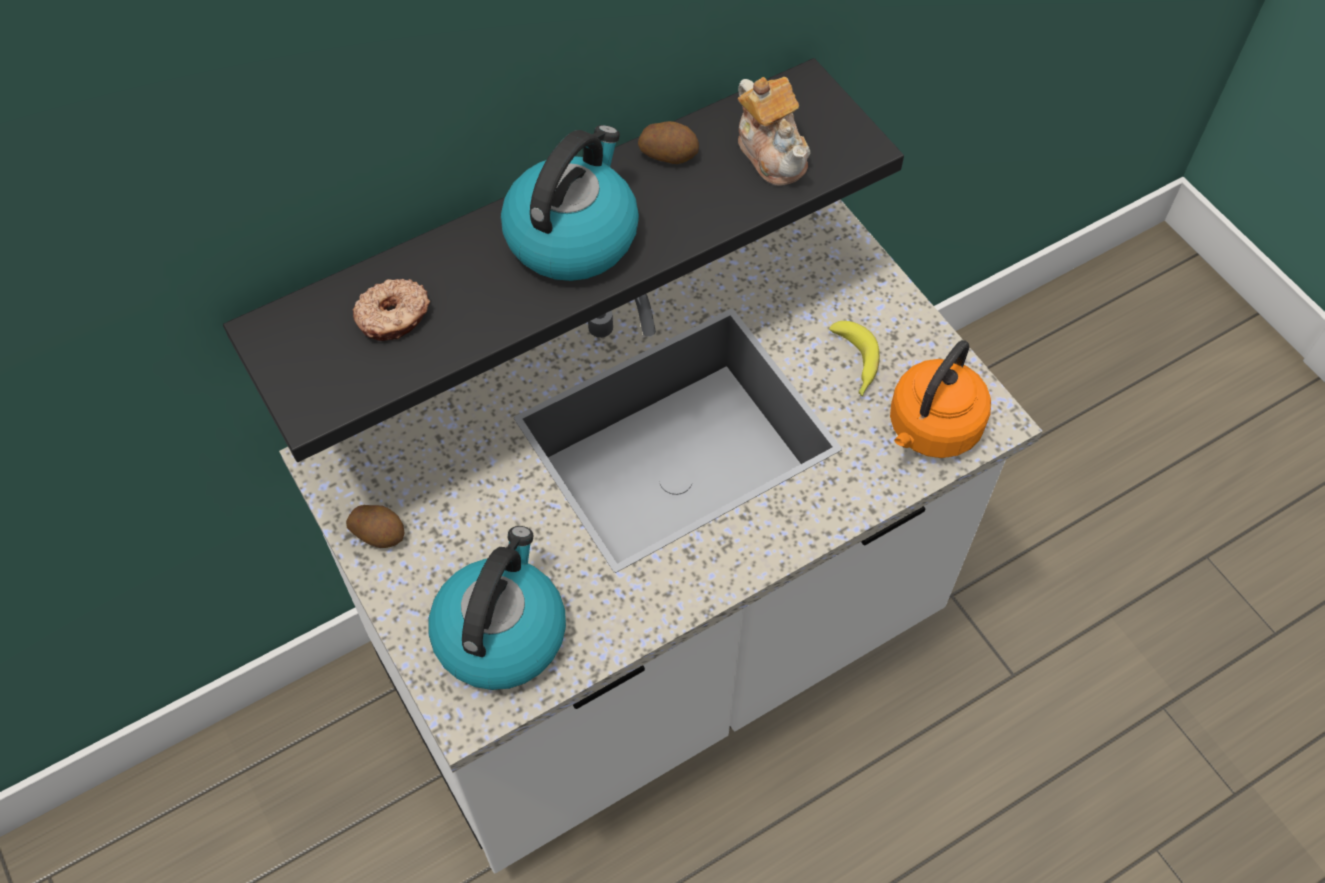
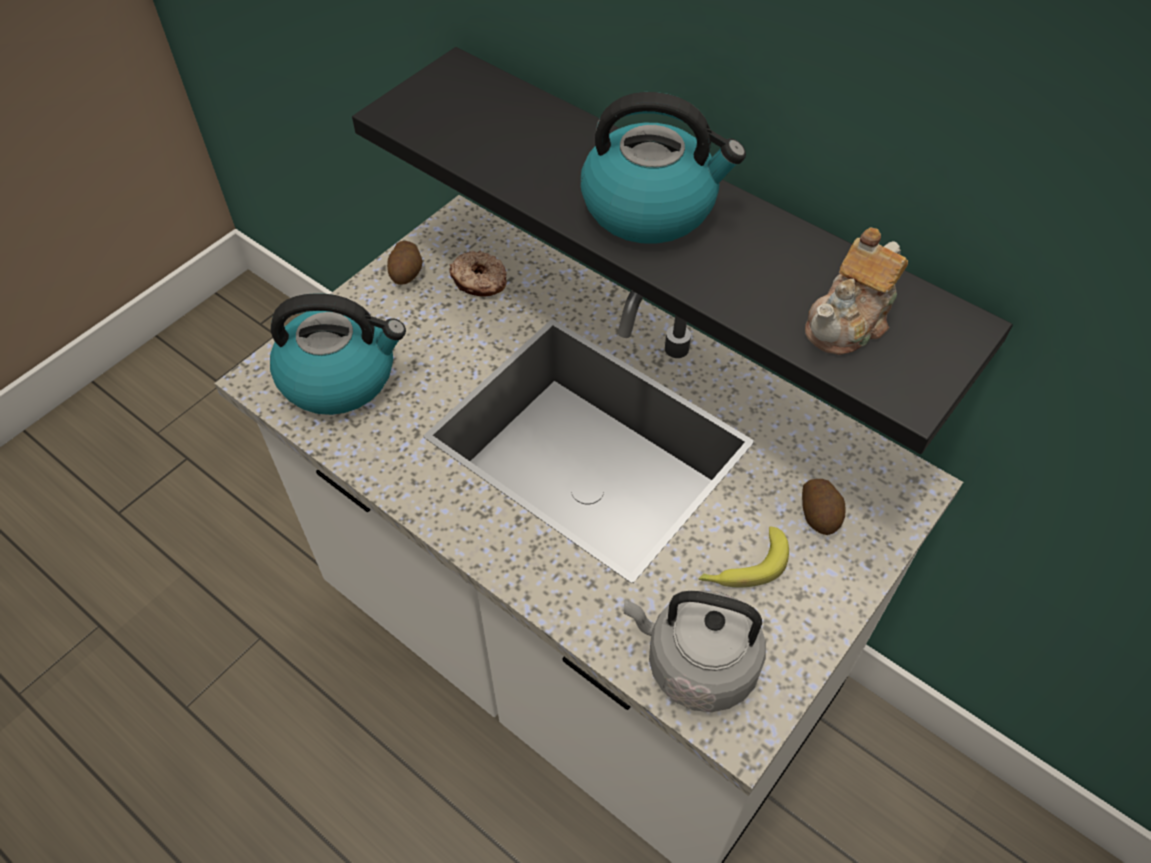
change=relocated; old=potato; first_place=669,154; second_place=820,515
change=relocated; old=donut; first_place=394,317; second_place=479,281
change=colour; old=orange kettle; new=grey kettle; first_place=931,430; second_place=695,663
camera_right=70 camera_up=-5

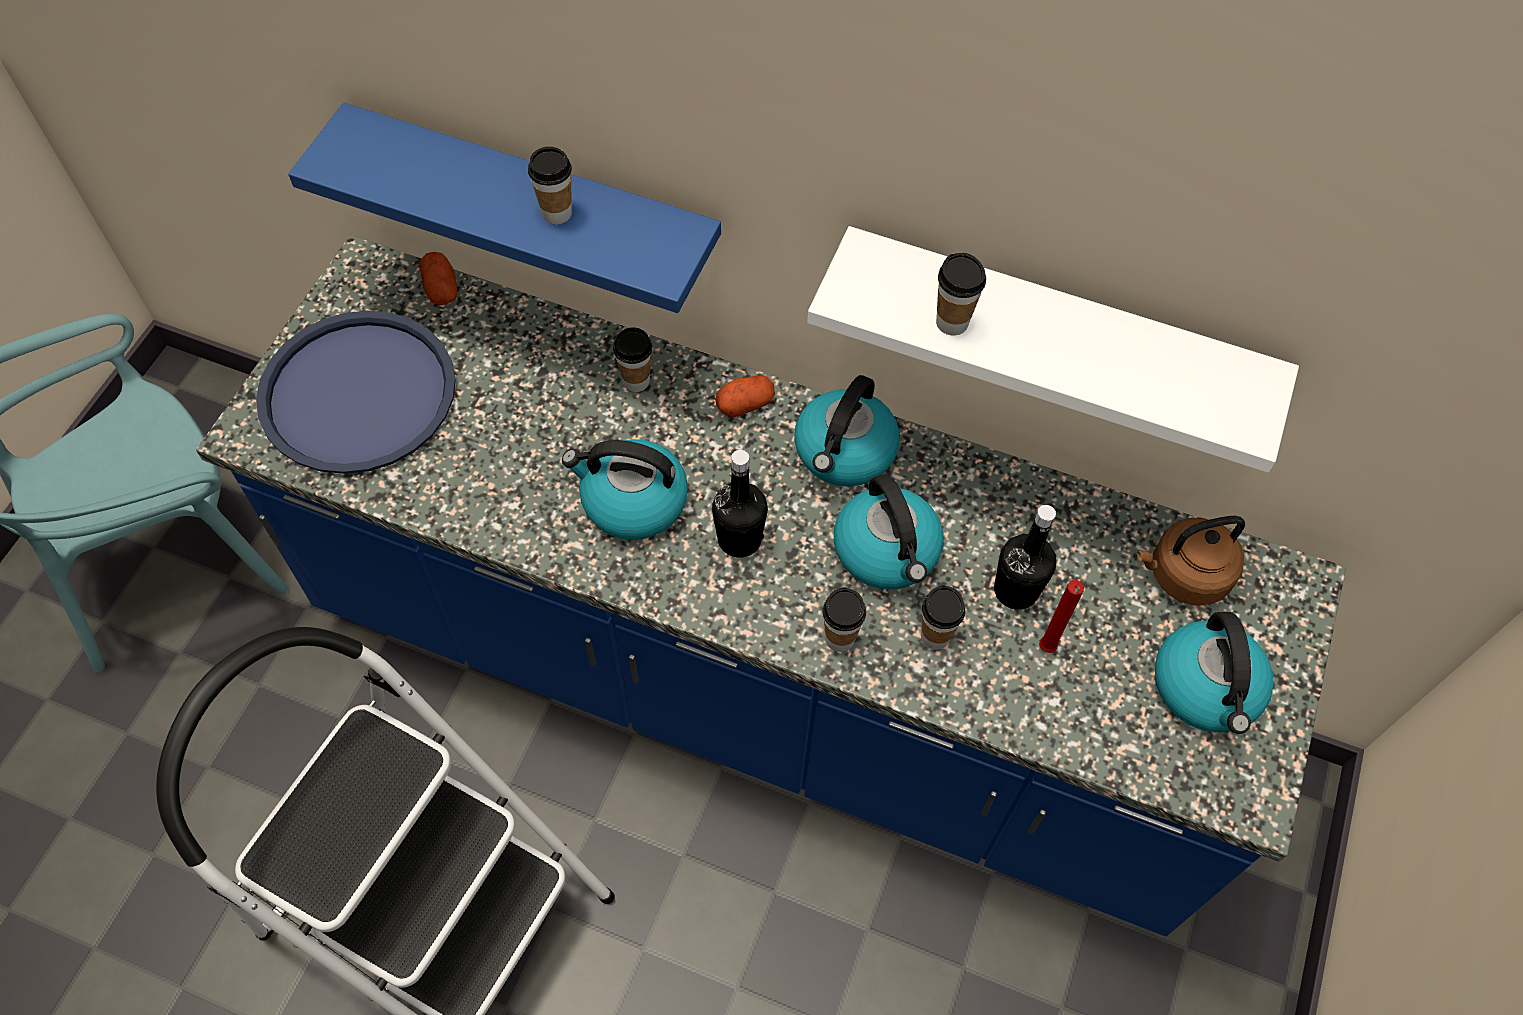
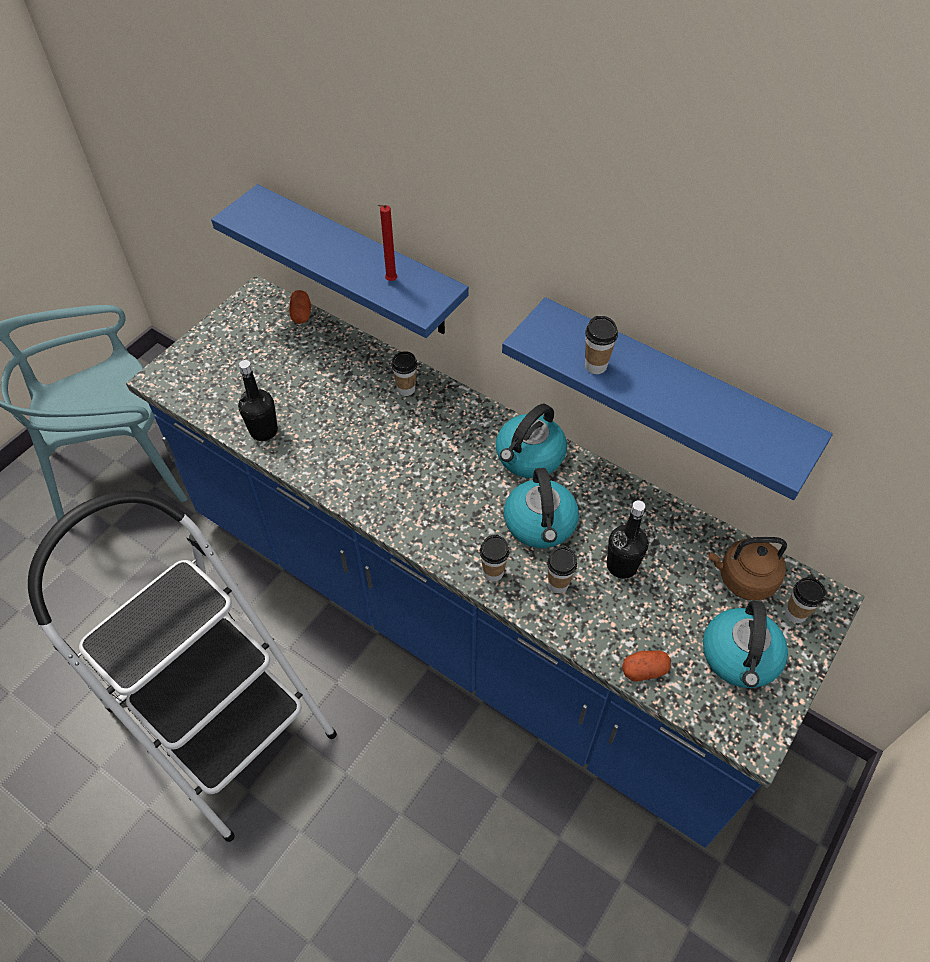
change=relocated; old=cup; first_place=557,213; second_place=795,613
change=colour; old=white shelf; new=blue shelf; first_place=1053,335; second_place=672,392
change=missing; old=blue tray; first_place=358,394
change=relocated; old=potato; first_place=745,404; second_place=644,670
change=missing; old=kettle; first_place=632,501
change=relocated; old=black bottle; first_place=739,539; second_place=263,431
change=relocated; old=red candle; first_place=1045,650; second_place=390,281
camera_right=15 camera_up=-5

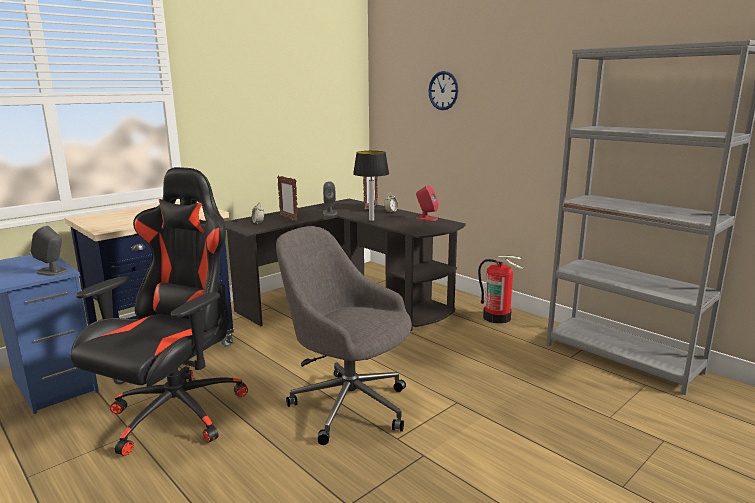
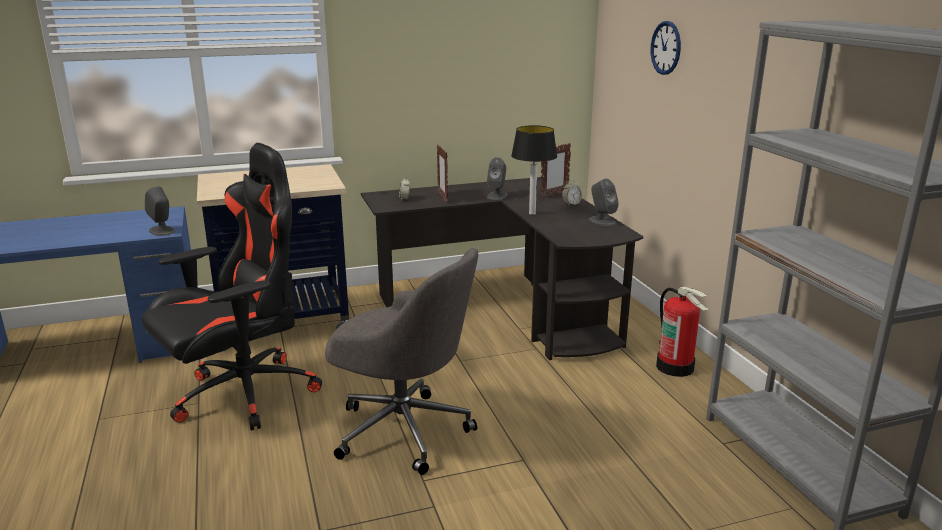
change=colour; old=red speaker; new=grey speaker; first_place=426,218; second_place=602,221
change=spun; old=grey office chair; first_place=348,406; second_place=404,431; degrees=150
camera_right=25 camera_up=5

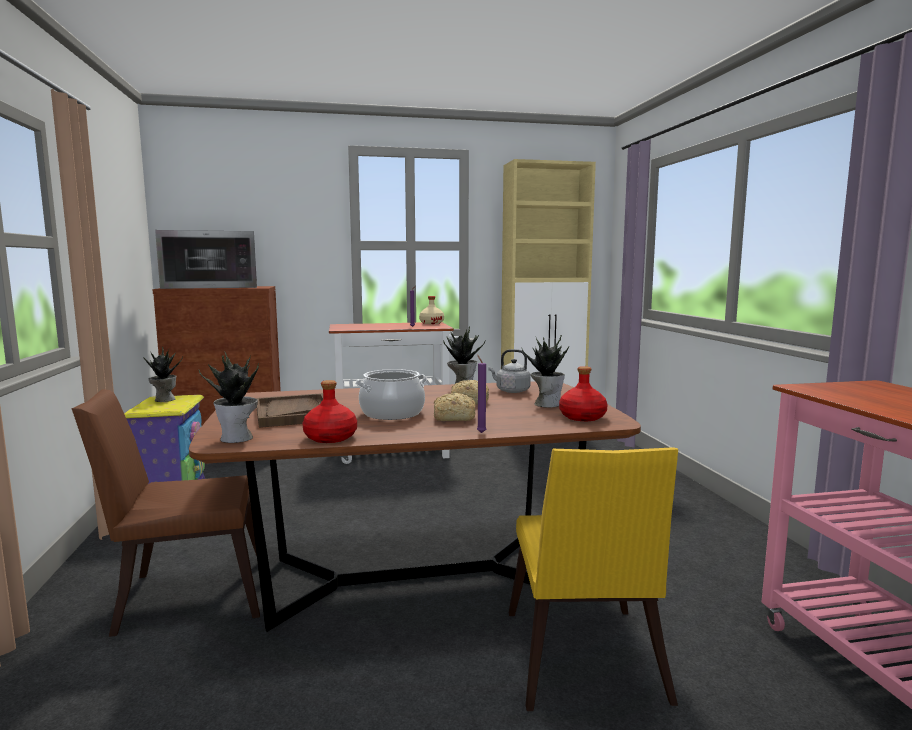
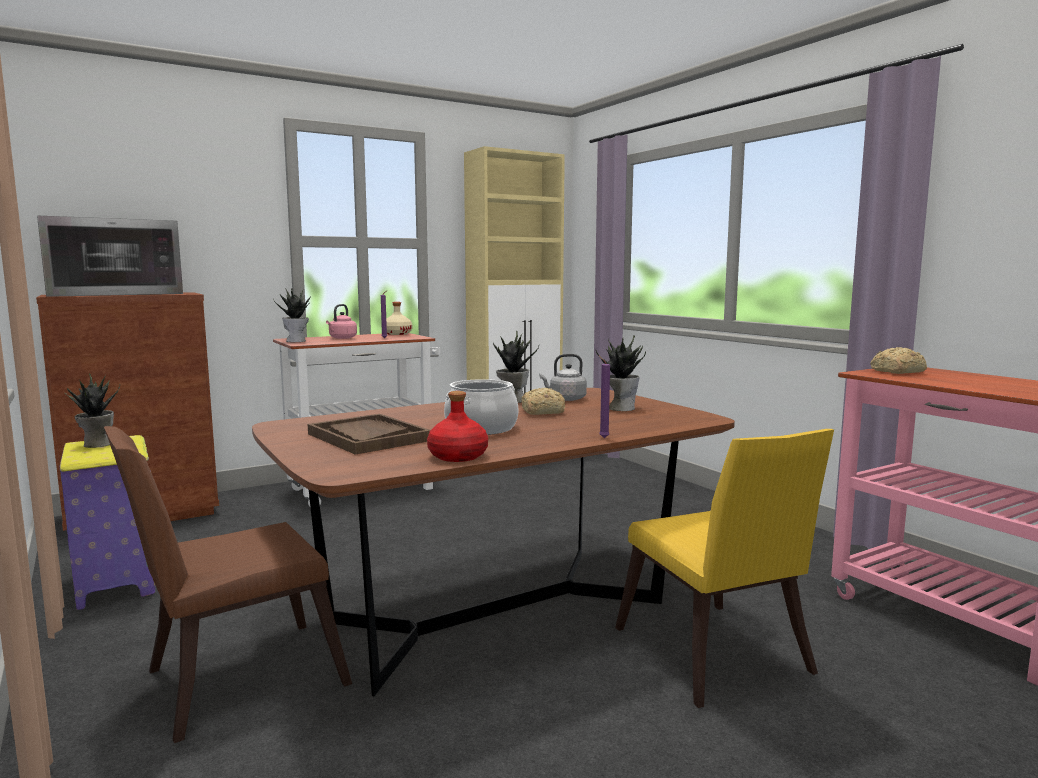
change=relocated; old=potted plant; first_place=238,438; second_place=297,341
change=missing; old=red bottle; first_place=582,417
change=relocated; old=bread; first_place=453,418; second_place=896,372
change=appeared; new=pink kettle; second_place=342,338
camera_right=-20 camera_up=0

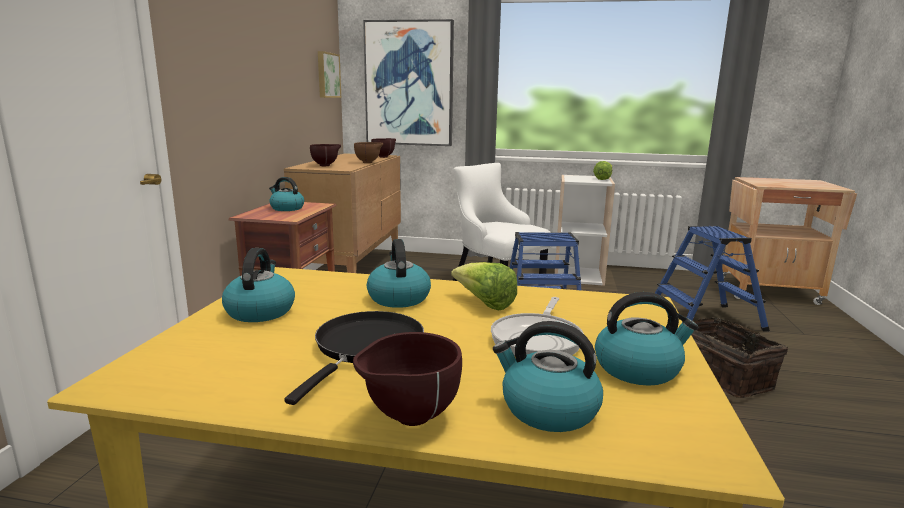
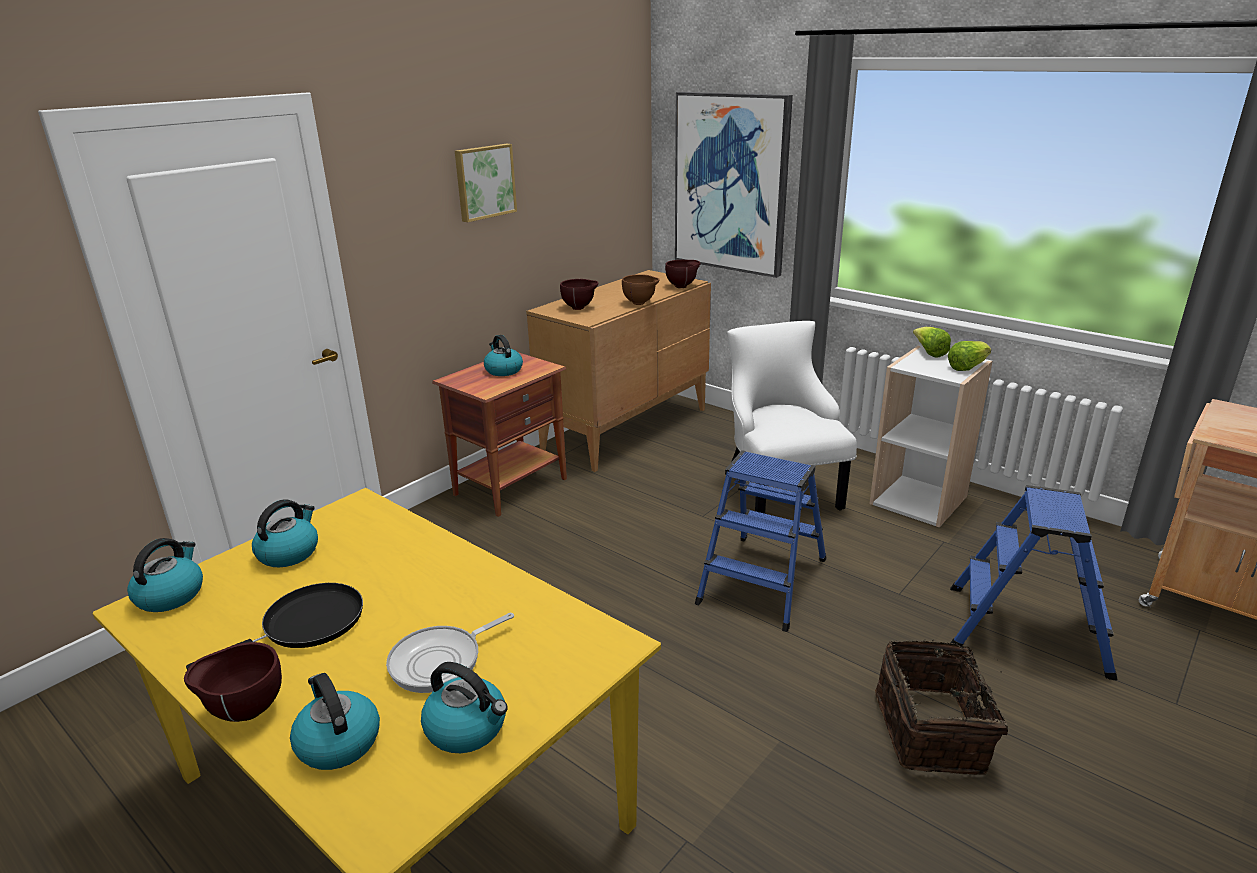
change=relocated; old=picture; first_place=327,75; second_place=484,182
change=relocated; old=kettle; first_place=398,298; second_place=171,595
change=relocated; old=lettuce; first_place=484,304; second_place=929,353
camera_right=30 camera_up=10

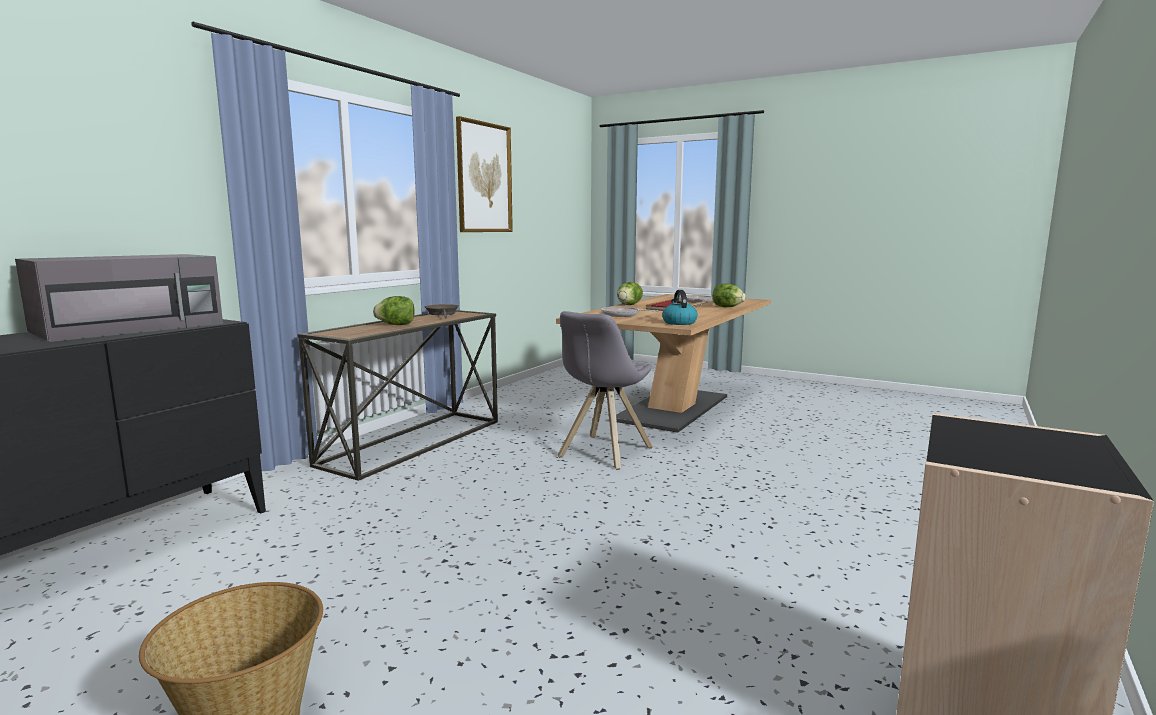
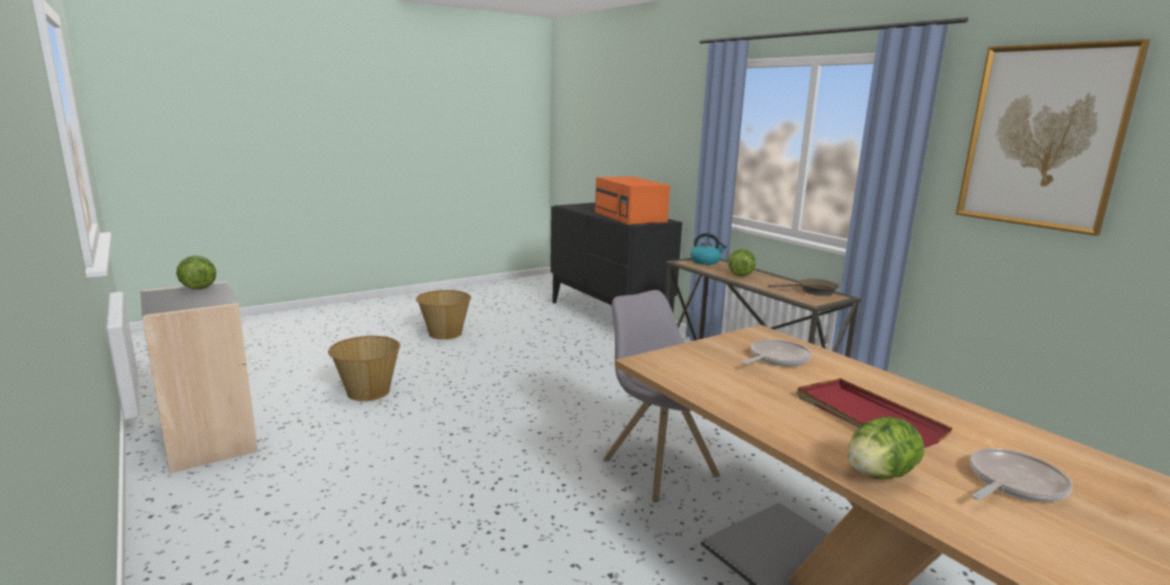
change=colour; old=grey microwave; new=orange microwave; first_place=132,327; second_place=630,217
change=relocated; old=lettuce; first_place=629,305; second_place=198,287
change=relocated; old=kettle; first_place=679,322; second_place=705,261
change=appeared; new=basket; second_place=367,392
camera_right=115 camera_up=5

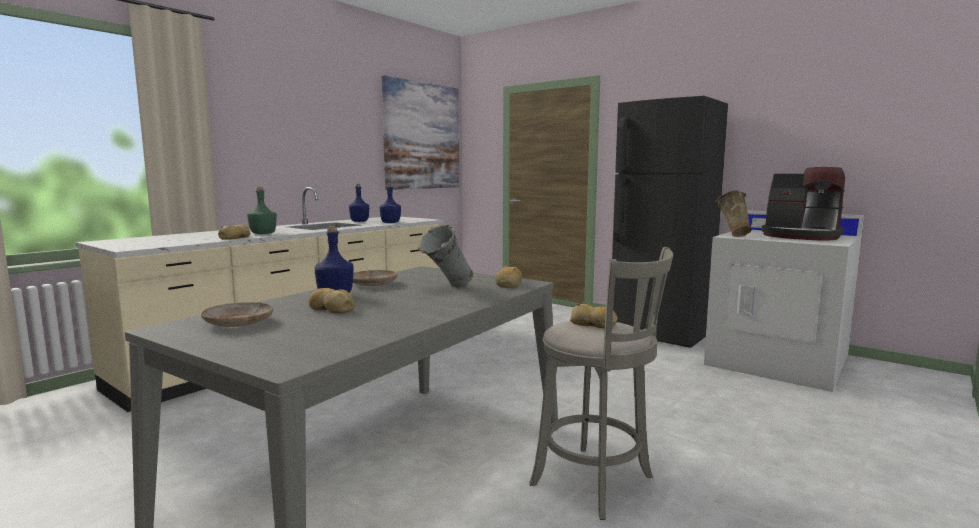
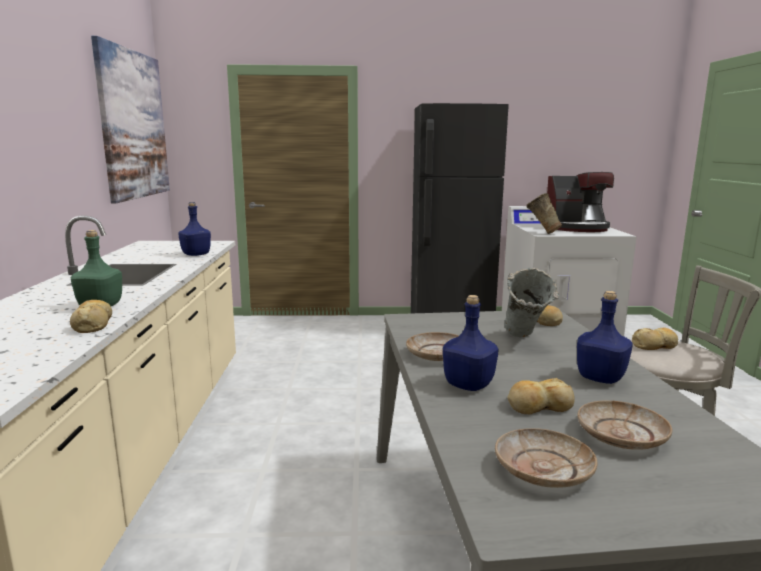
change=relocated; old=blue bottle; first_place=359,221; second_place=599,377
change=appeared; new=beige plate; second_place=621,435
camera_right=-40 camera_up=5

